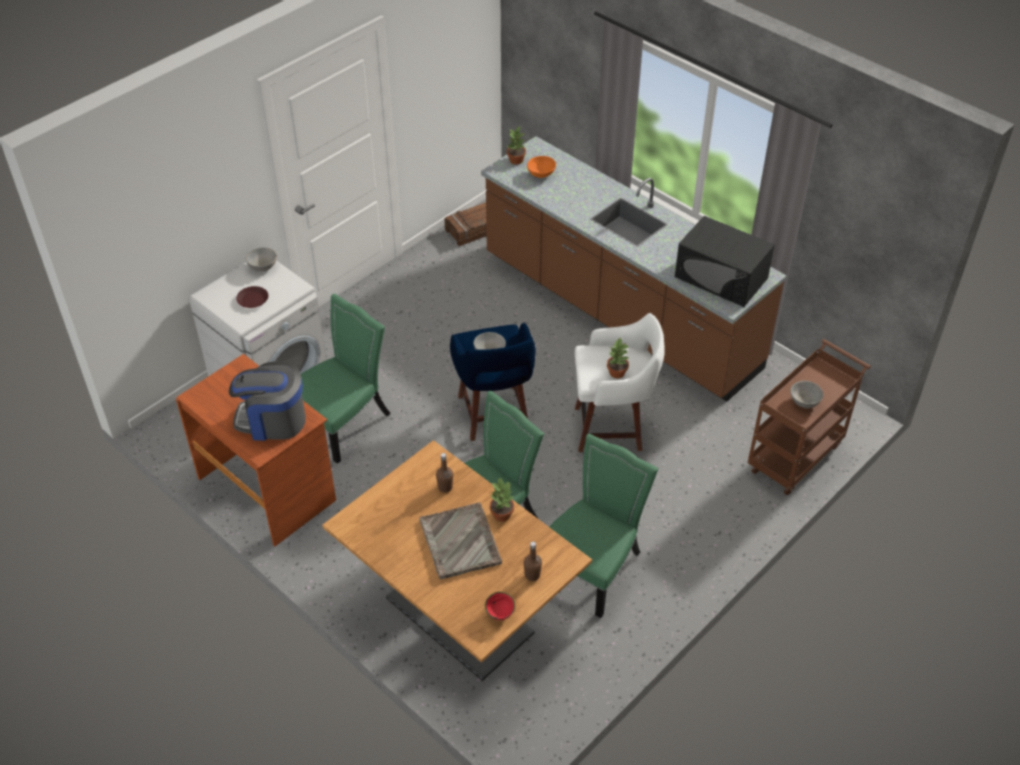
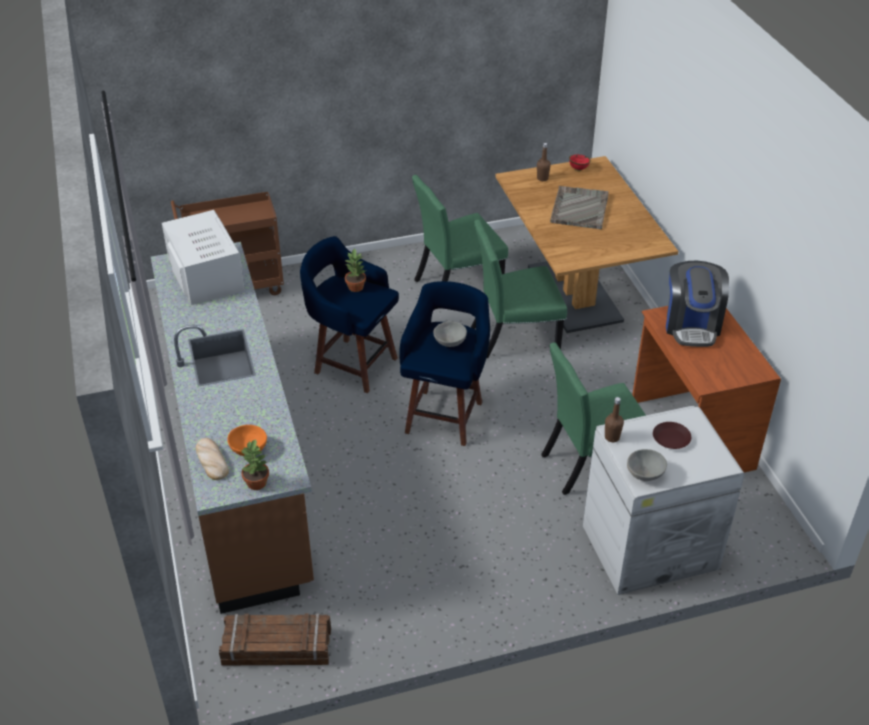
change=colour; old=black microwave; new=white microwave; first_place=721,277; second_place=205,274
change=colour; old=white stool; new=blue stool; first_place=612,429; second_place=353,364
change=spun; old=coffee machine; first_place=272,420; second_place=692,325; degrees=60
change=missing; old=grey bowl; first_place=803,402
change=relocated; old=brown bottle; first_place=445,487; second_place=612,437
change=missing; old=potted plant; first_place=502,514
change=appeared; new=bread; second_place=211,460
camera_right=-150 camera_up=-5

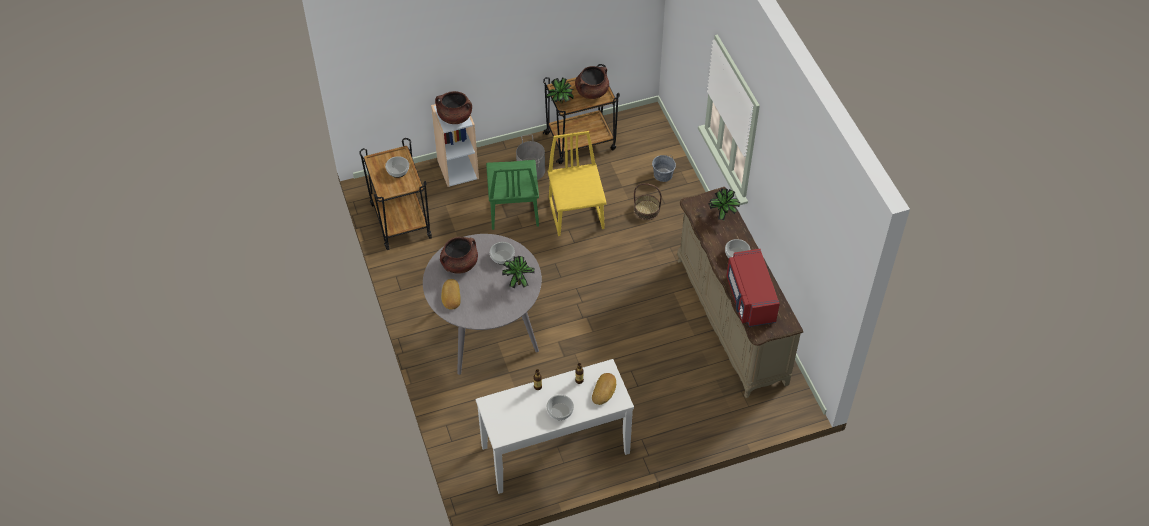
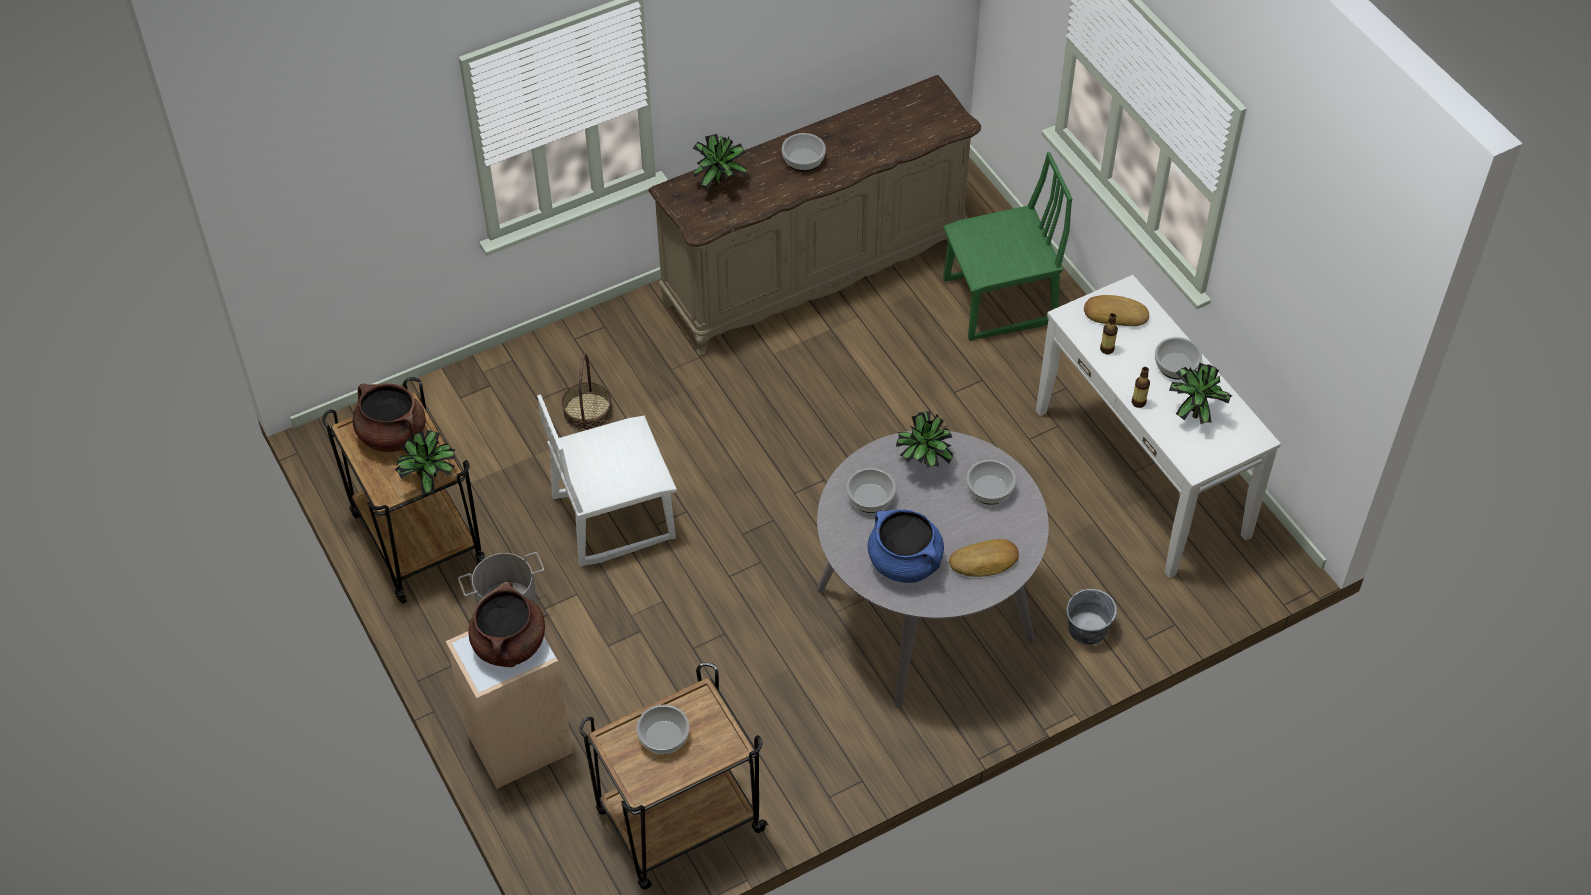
change=colour; old=yellow chair; new=white chair; first_place=577,213; second_place=613,517
change=relocated; old=grey bucket; first_place=663,175; second_place=1087,628
change=relocated; old=green chair; first_place=513,209; second_place=1000,302
change=colour; old=brown cooking pot; new=blue cooking pot; first_place=459,264; second_place=905,562
change=missing; old=red microwave; first_place=749,299
change=appeared; new=potted plant; second_place=1194,412
change=appeared; new=bowl; second_place=989,489
camera_right=-100 camera_up=0

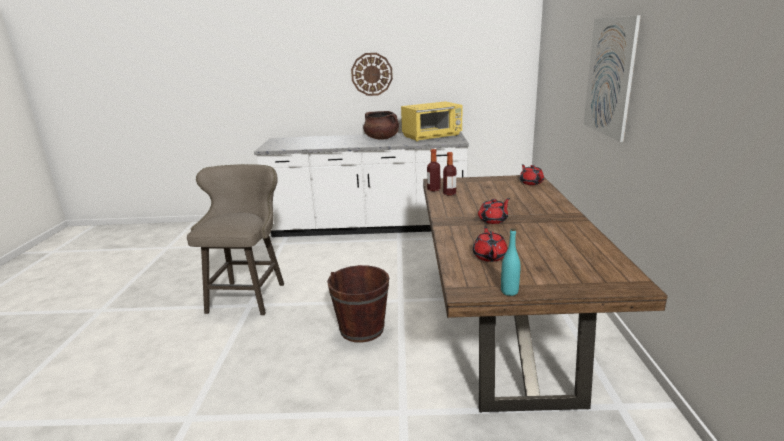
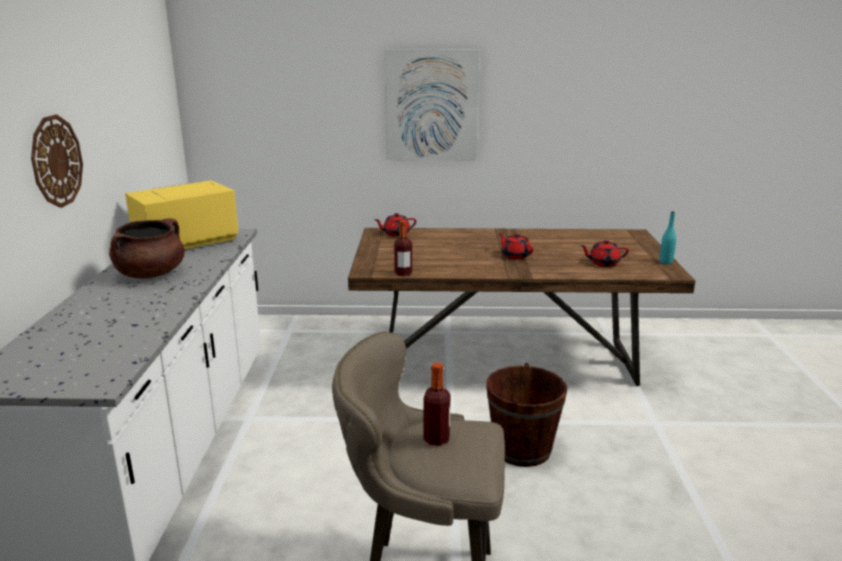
change=spun; old=yellow microwave; first_place=432,136; second_place=185,243; degrees=-105
change=relocated; old=bottle; first_place=449,193; second_place=436,439
camera_right=-90 camera_up=0

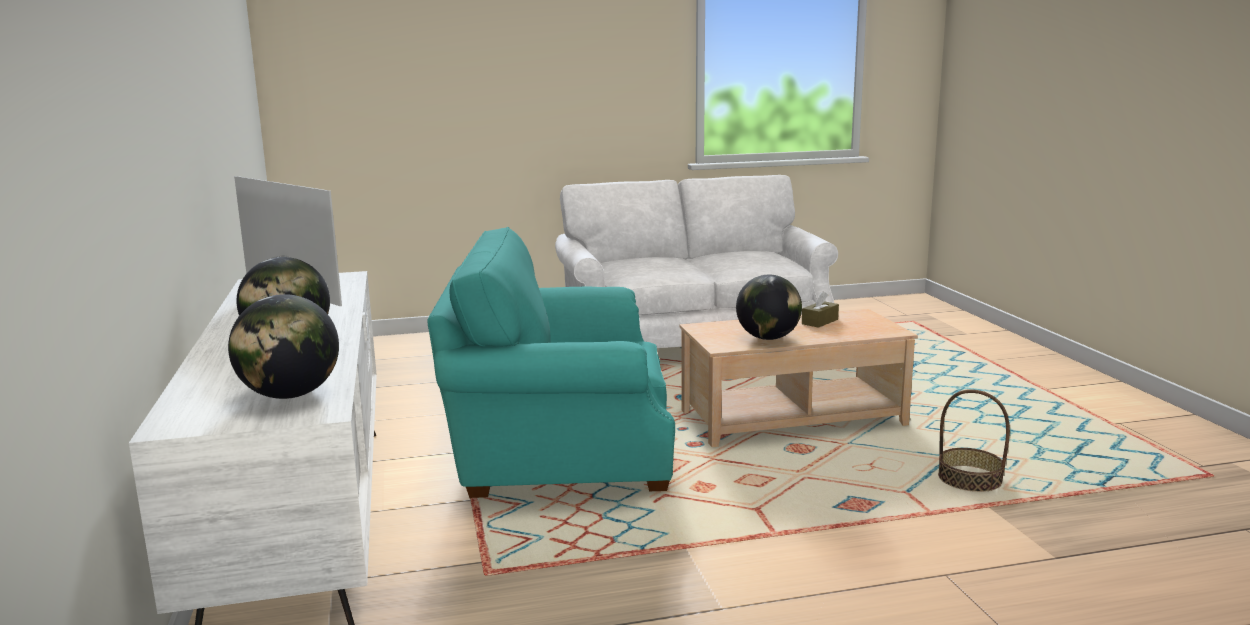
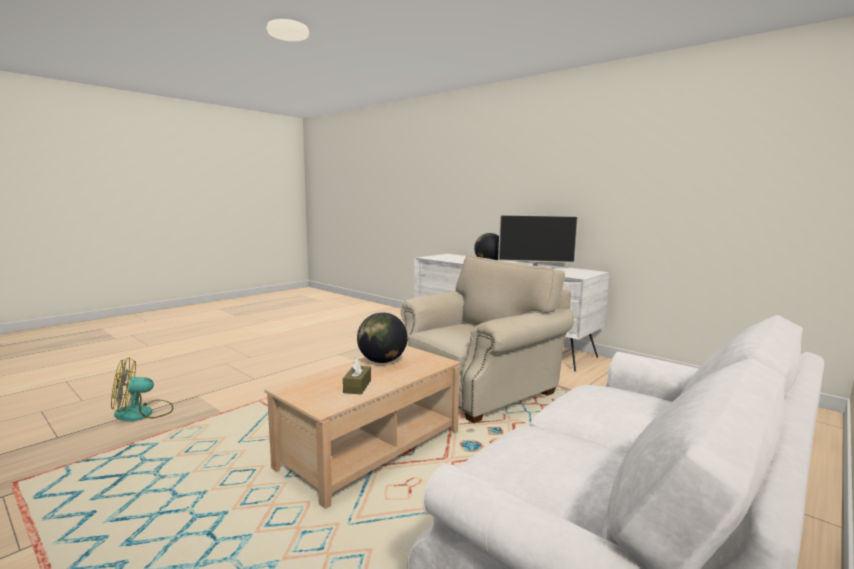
change=colour; old=turquoise armchair; new=beige armchair; first_place=559,452; second_place=478,386
change=missing; old=globe; first_place=290,395
change=missing; old=basket; first_place=969,479
change=appeared; new=fan; second_place=143,413
camera_right=145 camera_up=-5

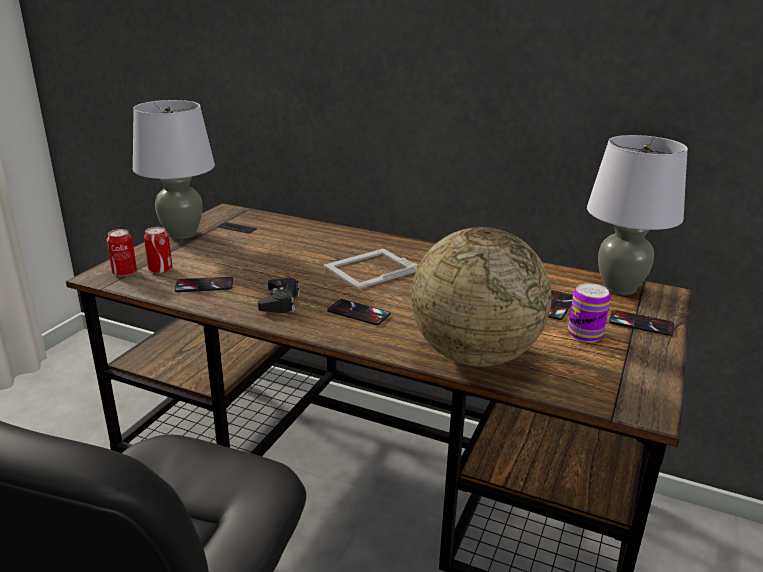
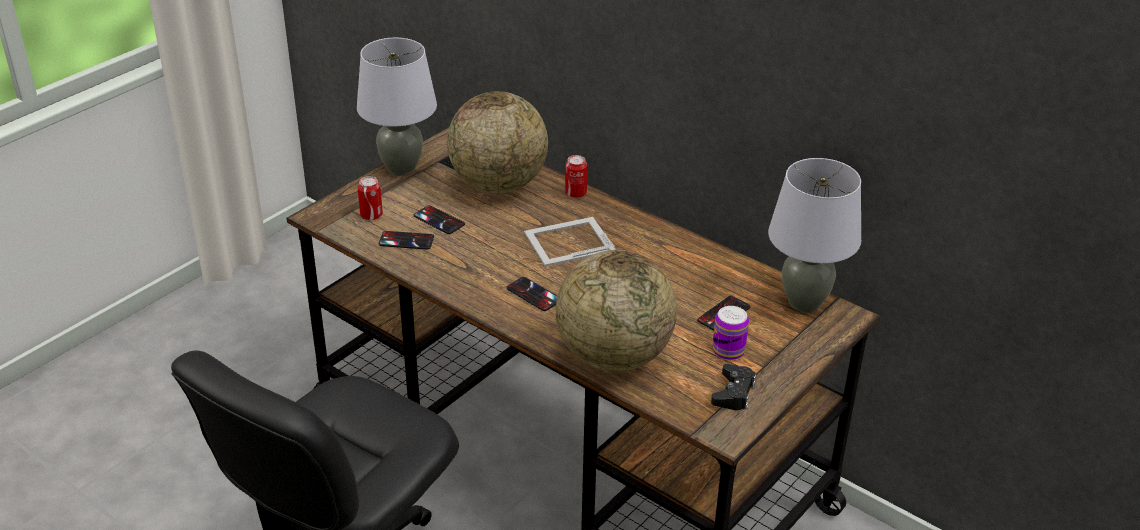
change=relocated; old=can; first_place=124,272; second_place=575,193
change=relocated; old=black game controller; first_place=280,302; second_place=733,393
change=relocated; old=phone; first_place=641,323; second_place=439,220
change=appeared; new=globe; second_place=498,185
camera_right=15 camera_up=10

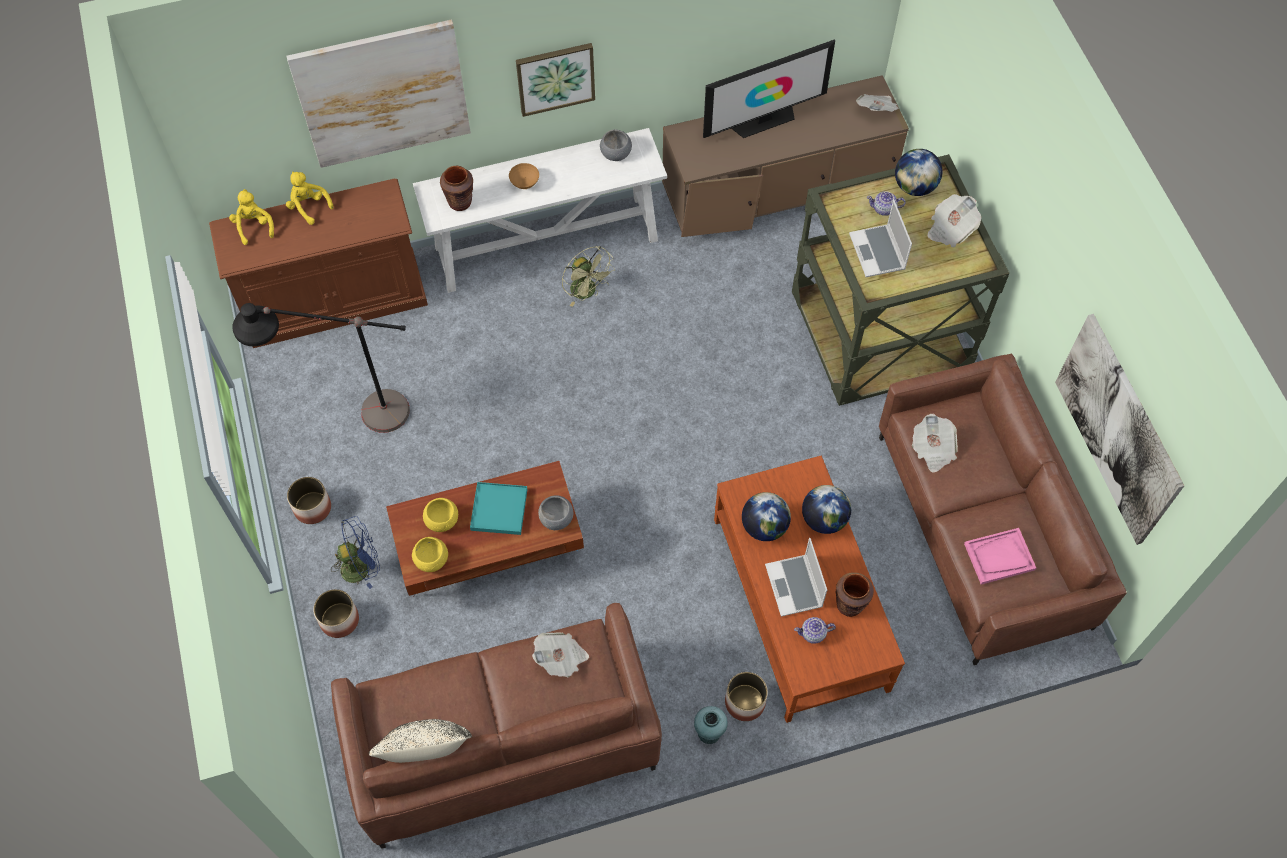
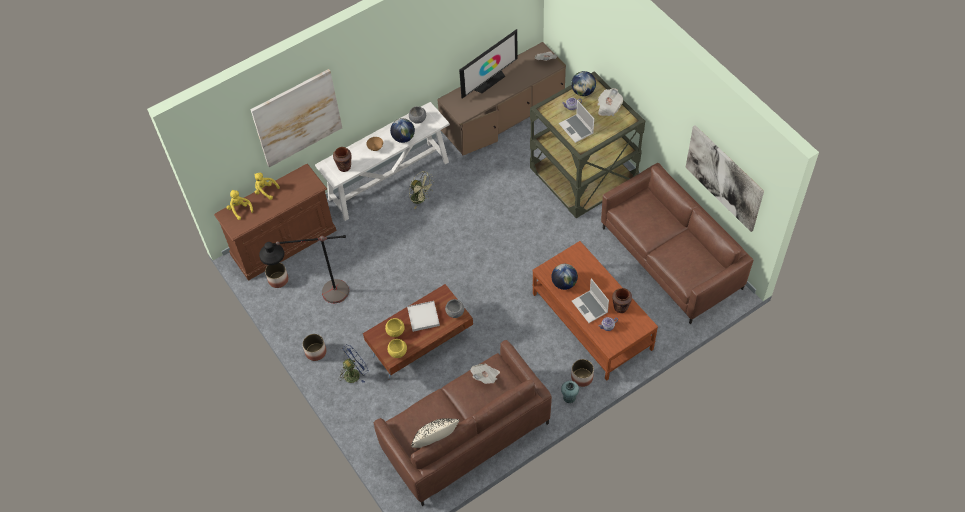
change=missing; old=picture; first_place=555,78
change=missing; old=newspaper; first_place=932,449
change=colour; old=turquoise tray; new=white tray; first_place=499,510; second_place=423,317
change=relocated; old=globe; first_place=824,519; second_place=403,138
change=missing; old=pink tray; first_place=999,557
change=relocated; old=planter; first_place=339,620; second_place=278,280
camera_right=-15 camera_up=-5

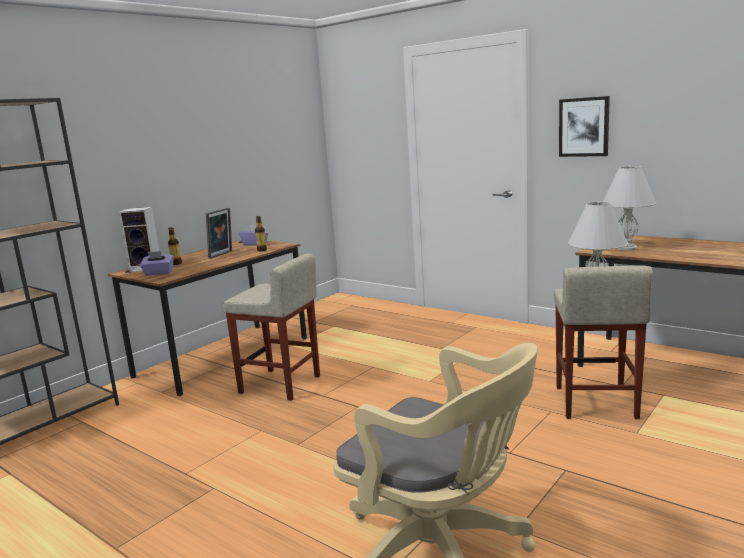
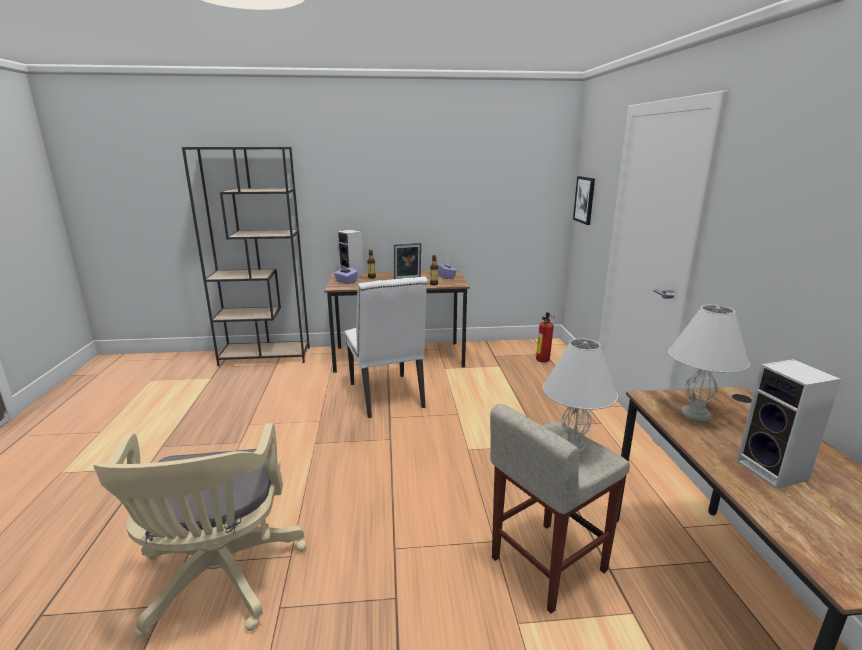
change=relocated; old=picture; first_place=584,127; second_place=584,200
change=exchanged; old=beige stool; new=white chair; first_place=281,384; second_place=386,395
change=appeared; new=fire extinguisher; second_place=542,361
change=appeared; new=speaker; second_place=774,471
camera_right=45 camera_up=5

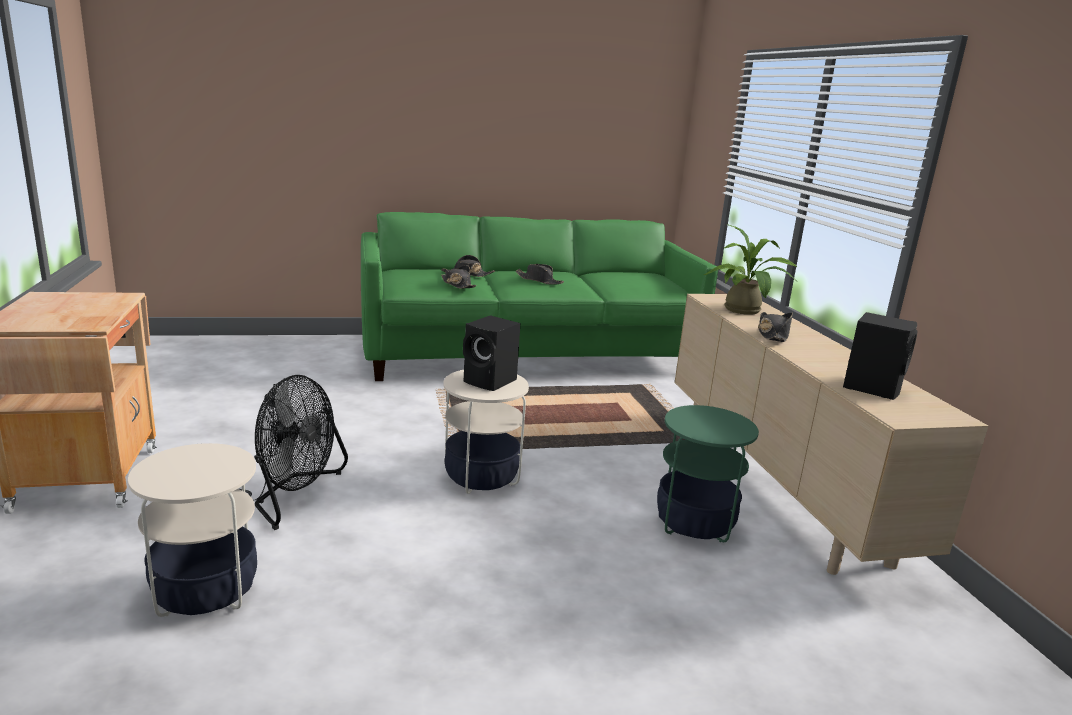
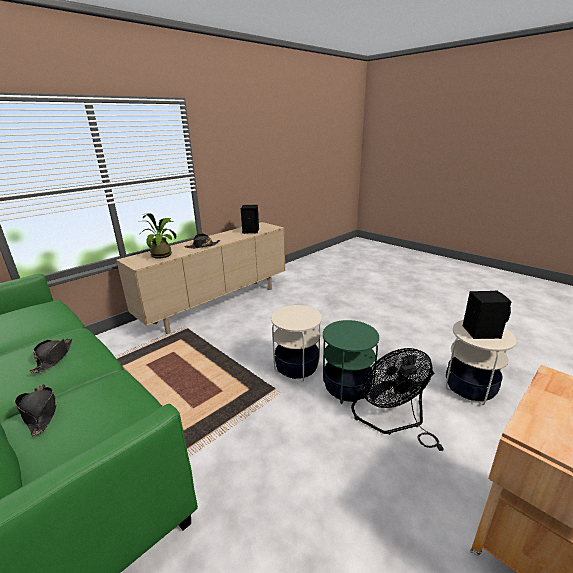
change=missing; old=black hat; first_place=457,284
change=relocated; old=black speaker; first_place=491,381; second_place=481,331
change=relocated; old=green side table; first_place=694,524; second_place=347,389
camera_right=-120 camera_up=5

